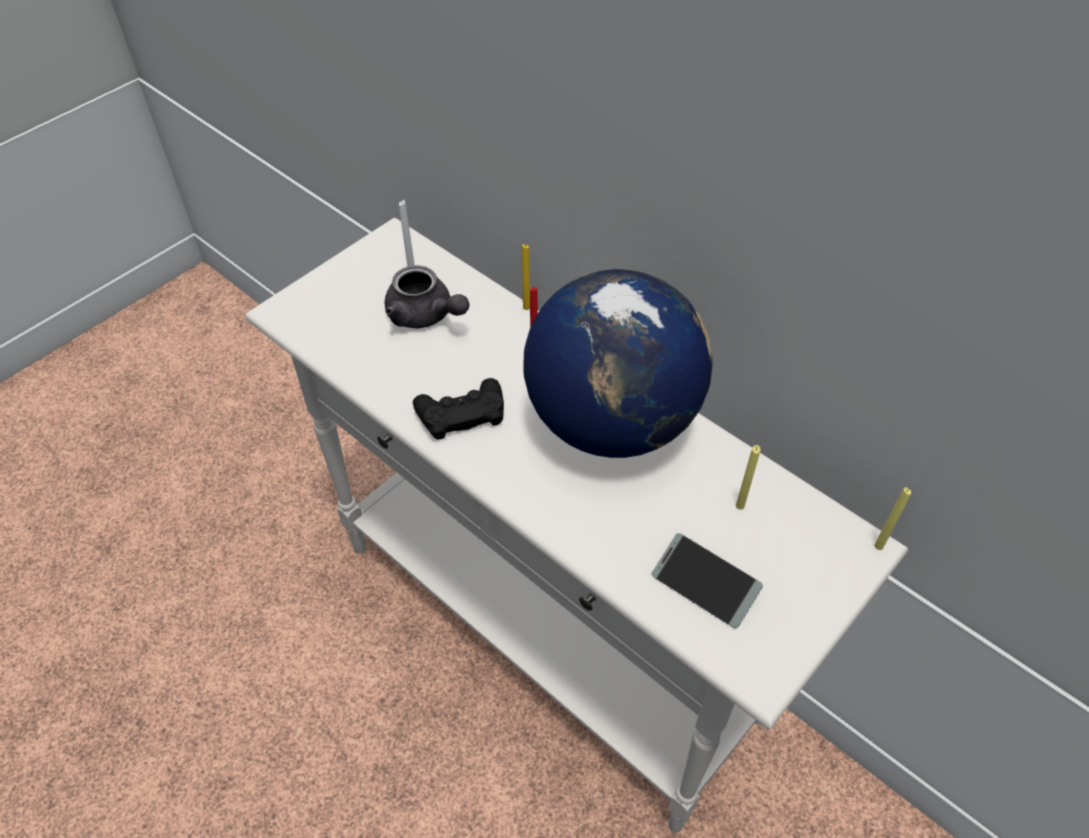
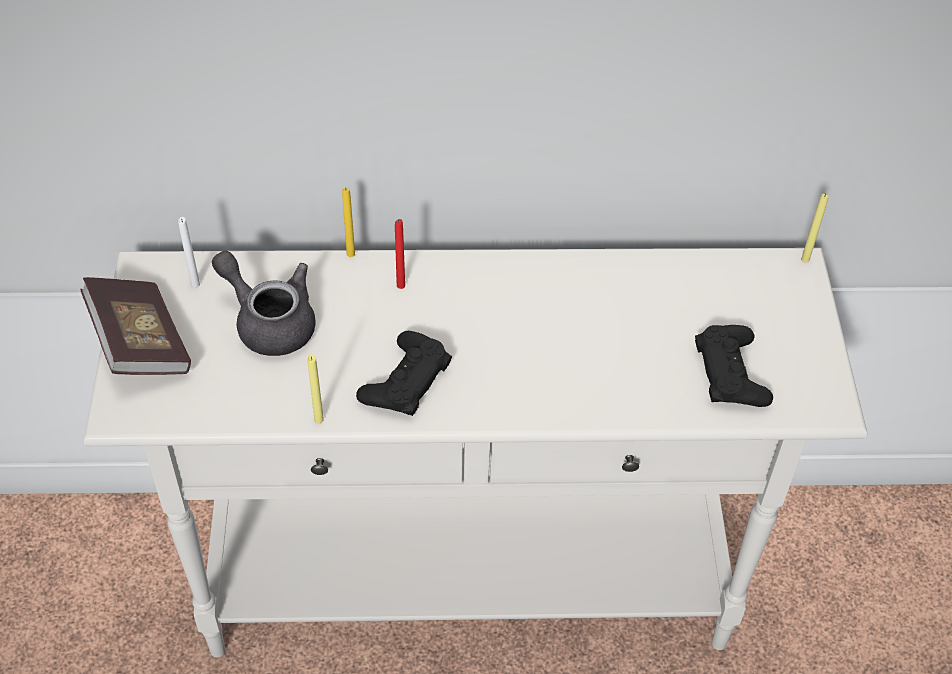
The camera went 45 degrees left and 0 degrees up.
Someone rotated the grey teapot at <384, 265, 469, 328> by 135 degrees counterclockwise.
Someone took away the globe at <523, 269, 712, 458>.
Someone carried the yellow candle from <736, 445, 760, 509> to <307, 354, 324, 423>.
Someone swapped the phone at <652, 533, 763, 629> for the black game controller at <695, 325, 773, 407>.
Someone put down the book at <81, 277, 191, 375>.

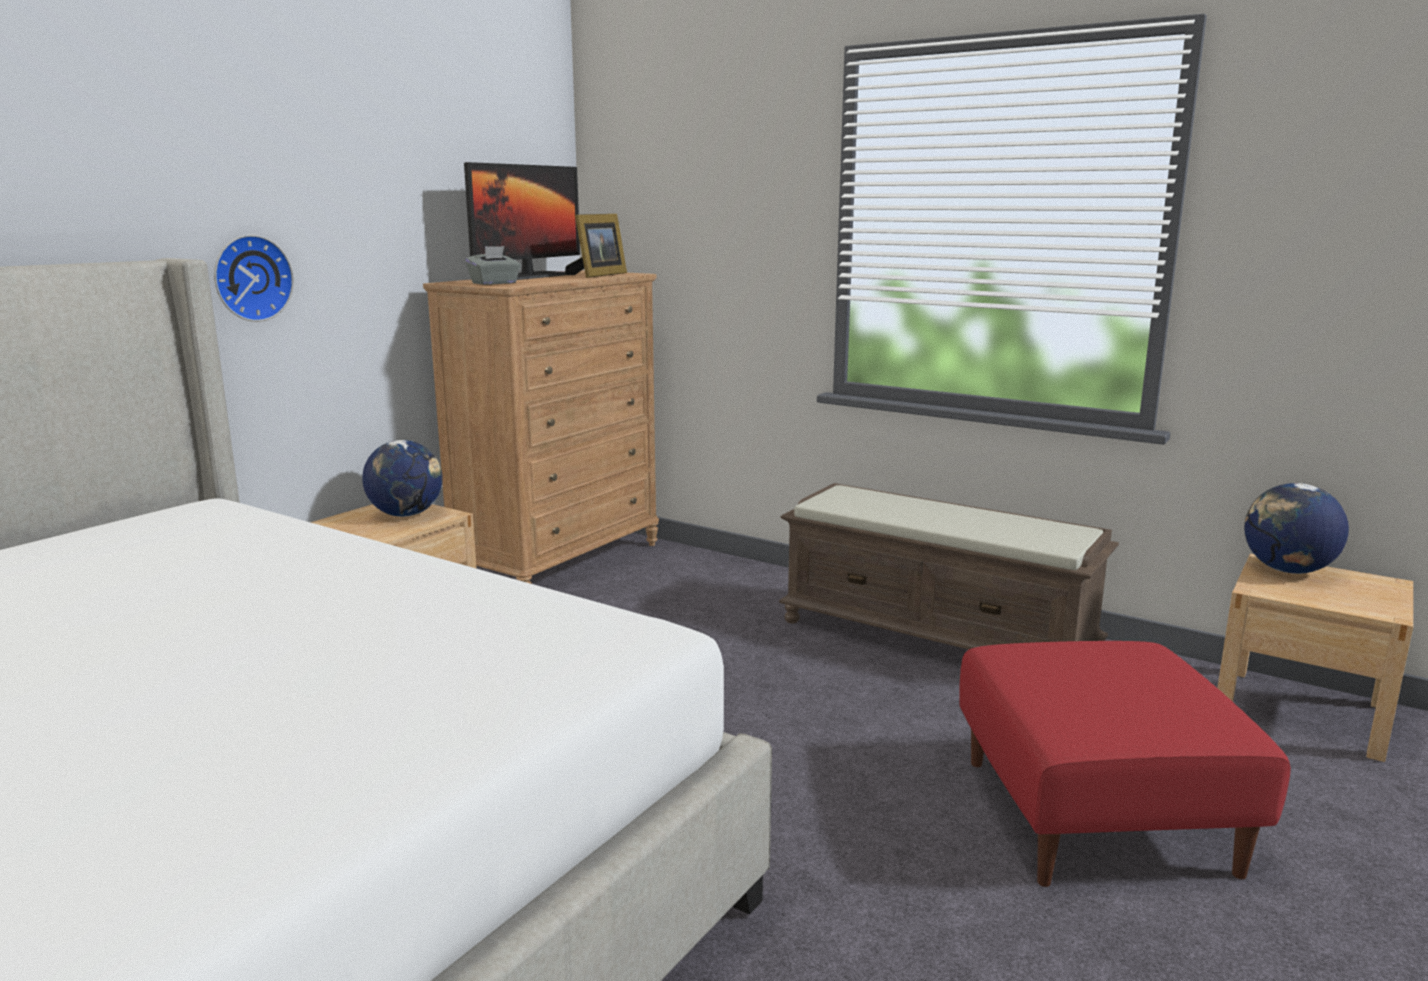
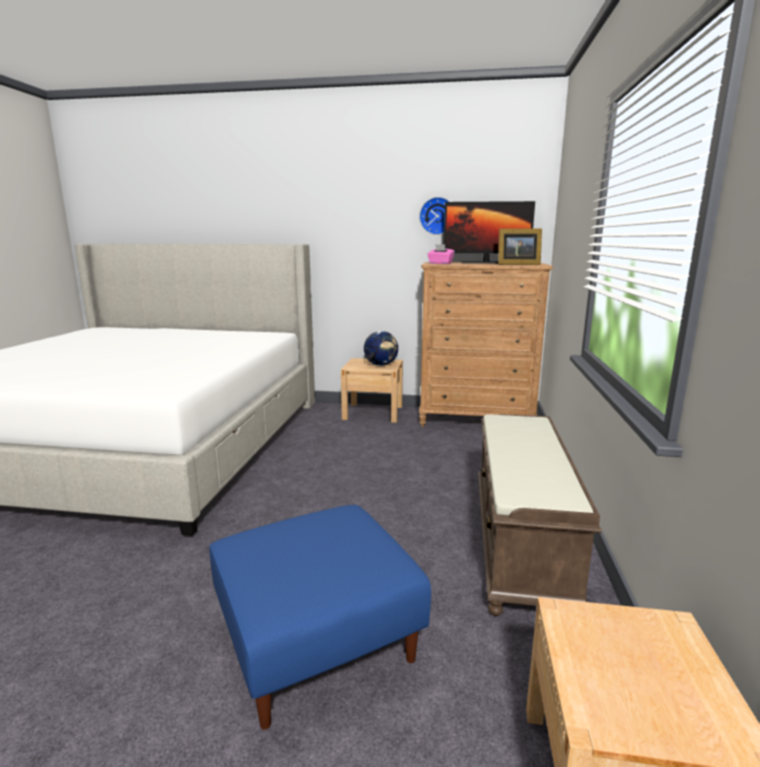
The camera went 65 degrees right and 0 degrees up.
Someone carried the wall clock from <214, 235, 294, 322> to <419, 197, 450, 235>.
Someone repainted the grey tissue box at <466, 246, 521, 285>, which became the pink tissue box at <427, 244, 454, 264>.
Someone took away the globe at <1244, 483, 1349, 574>.
Someone repainted the red ottoman at <959, 641, 1291, 887>, which became the blue ottoman at <209, 505, 431, 729>.

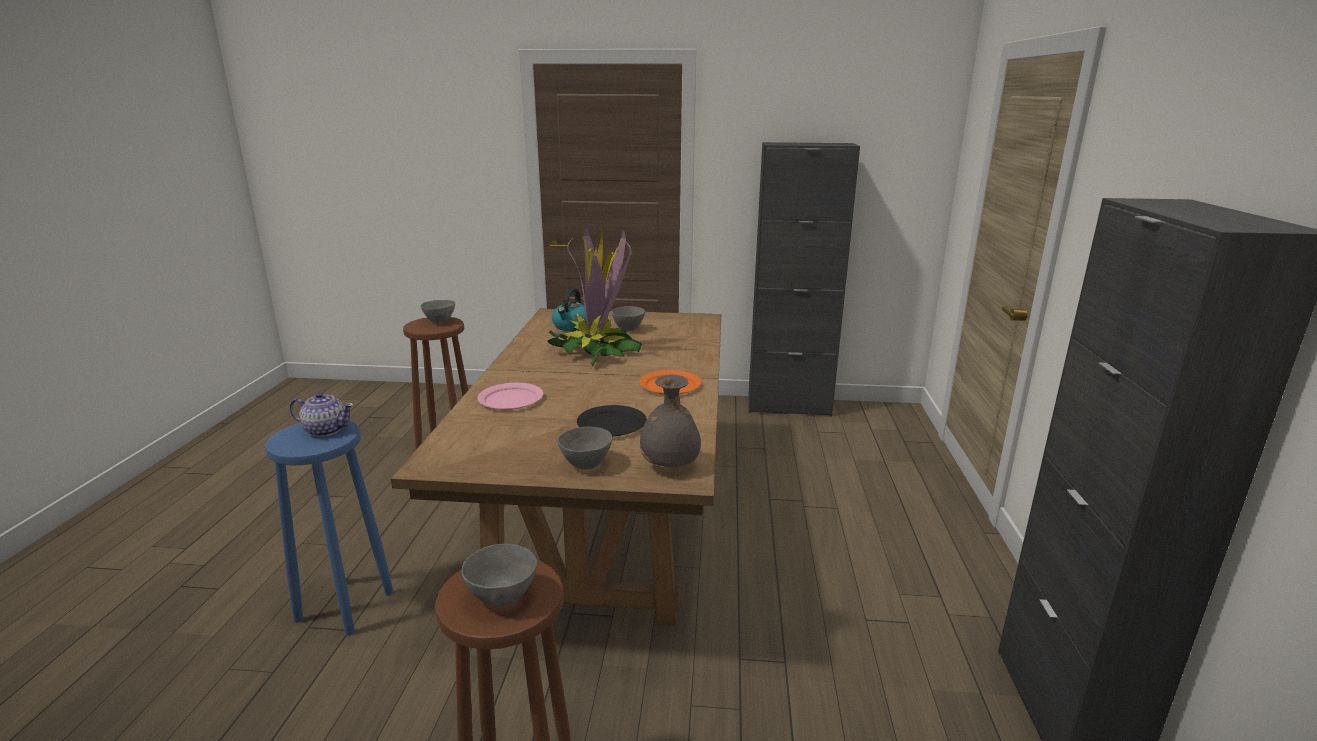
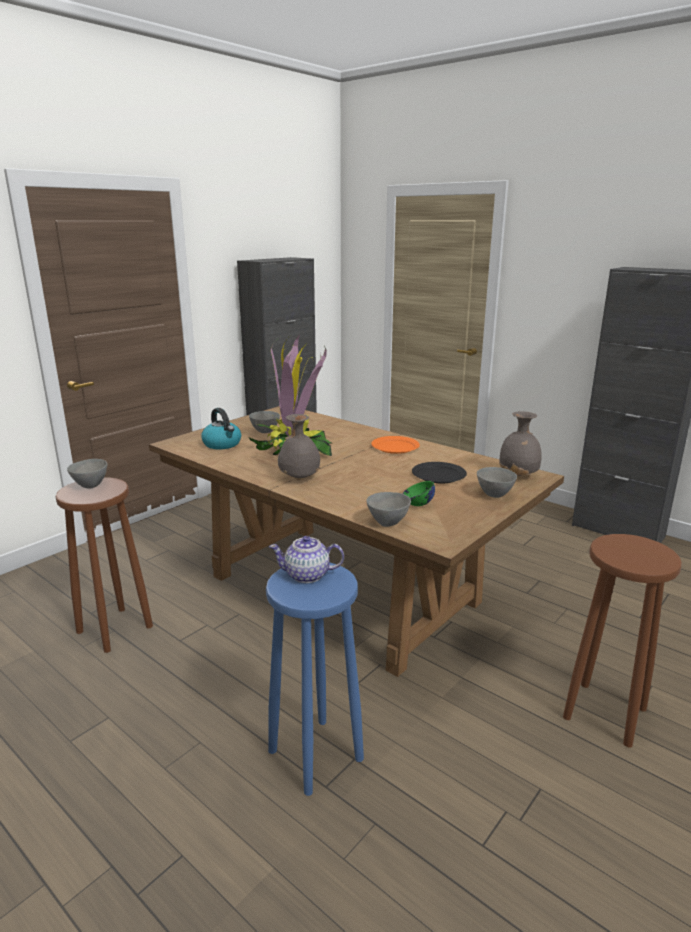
The camera went 55 degrees left and 0 degrees up.
Someone took away the pink plate at <477, 383, 543, 410>.
Someone rotated the teapot at <290, 392, 354, 437> by 135 degrees counterclockwise.
Someone carried the grey bowl from <461, 544, 537, 607> to <366, 492, 411, 527>.
Someone put down the grey vase at <278, 414, 320, 480>.
Someone put down the green bowl at <403, 481, 435, 506>.

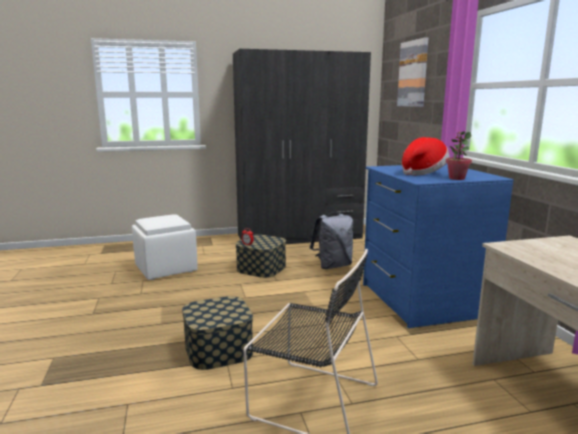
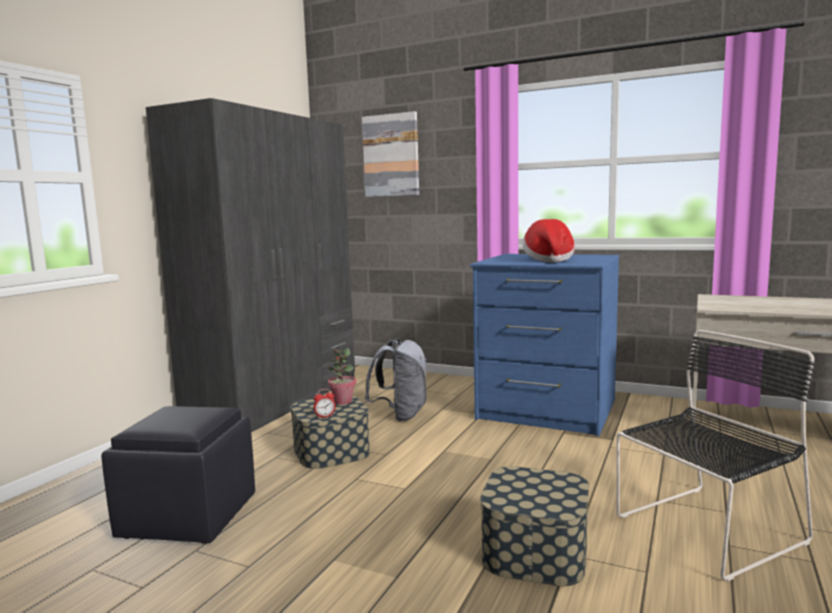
The camera went 50 degrees left and 5 degrees down.
Someone carried the potted plant from <446, 132, 472, 180> to <328, 348, 356, 405>.
Someone repainted the white ottoman at <132, 214, 198, 280>, which became the black ottoman at <101, 406, 255, 543>.

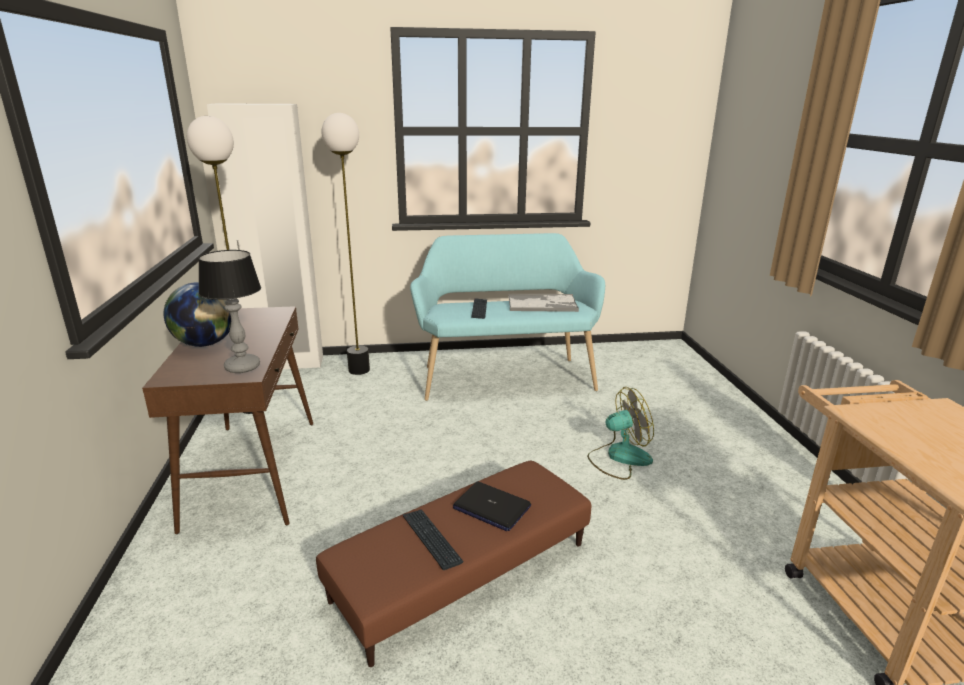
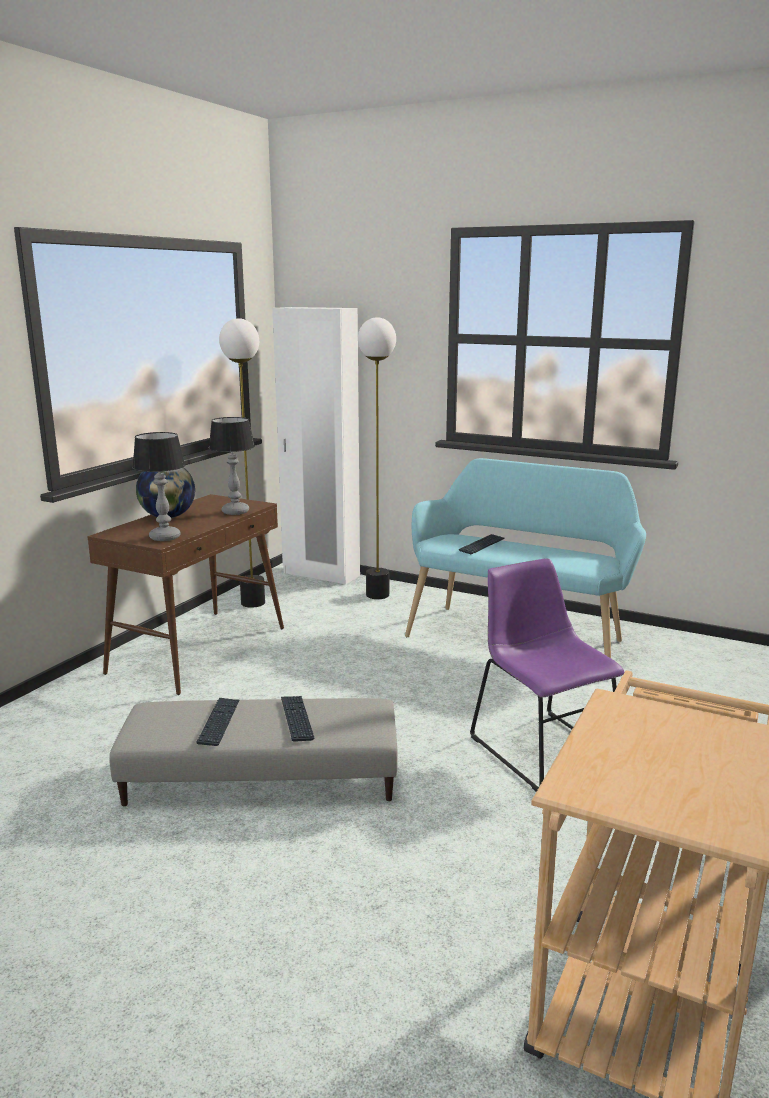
The camera went 35 degrees right and 5 degrees down.
Someone took away the tray at <508, 294, 579, 312>.
Someone swapped the fan at <587, 387, 654, 480> for the purple chair at <470, 558, 624, 792>.
Someone repainted the brown ottoman at <316, 461, 591, 667>, which became the grey ottoman at <109, 698, 398, 806>.
Someone swapped the laptop at <453, 482, 531, 531> for the keyboard at <281, 696, 314, 742>.
Someone put down the table lamp at <209, 417, 255, 515>.

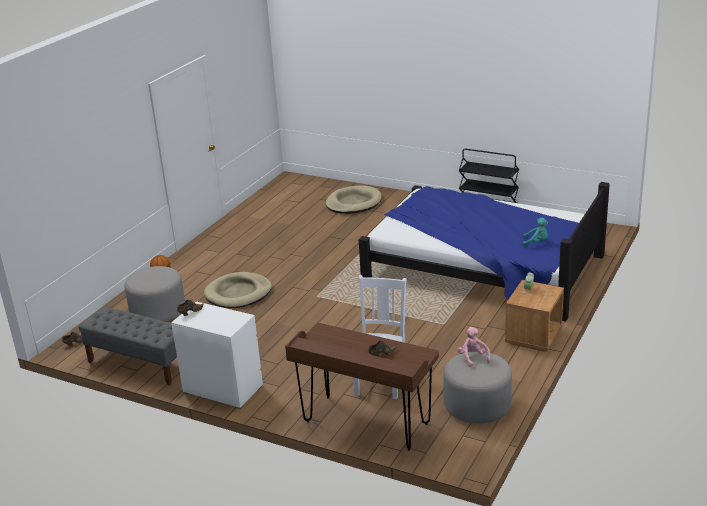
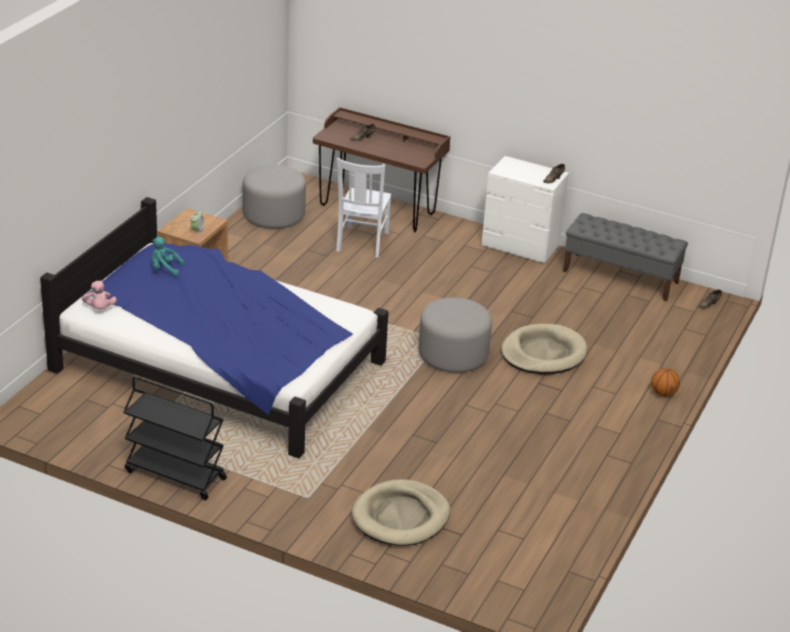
The camera went 175 degrees right and 5 degrees up.
Someone carried the grey ottoman from <124, 266, 185, 322> to <418, 297, 492, 373>.
Someone carried the pink plush toy from <457, 327, 491, 367> to <82, 281, 117, 310>.

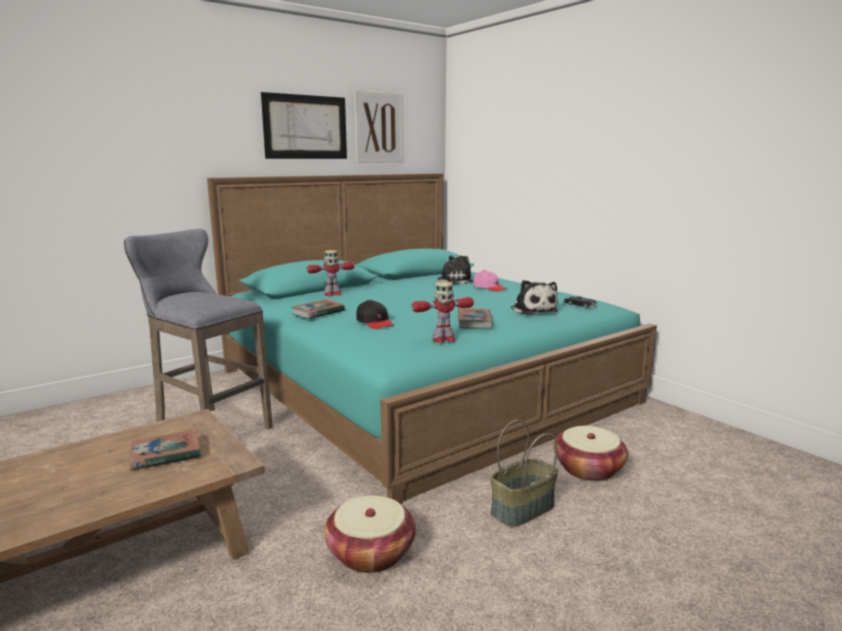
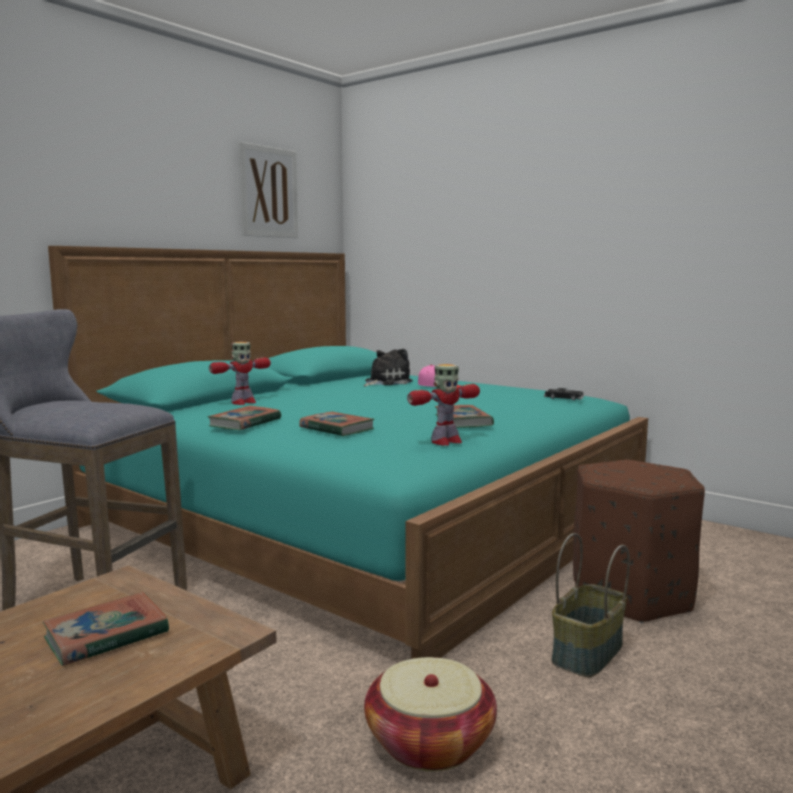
The camera went 15 degrees left and 5 degrees down.
Someone took away the picture at <261, 92, 347, 159>.
Someone took away the plush toy at <511, 280, 558, 315>.
Someone swapped the black cap at <356, 300, 394, 329> for the book at <299, 412, 375, 436>.
Someone swapped the basket at <554, 426, 628, 481> for the brown ottoman at <573, 460, 705, 623>.

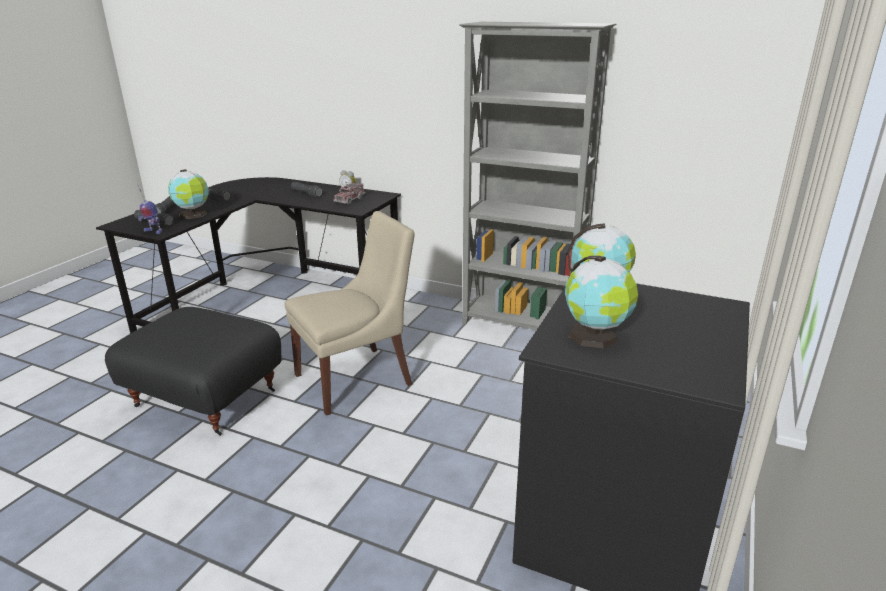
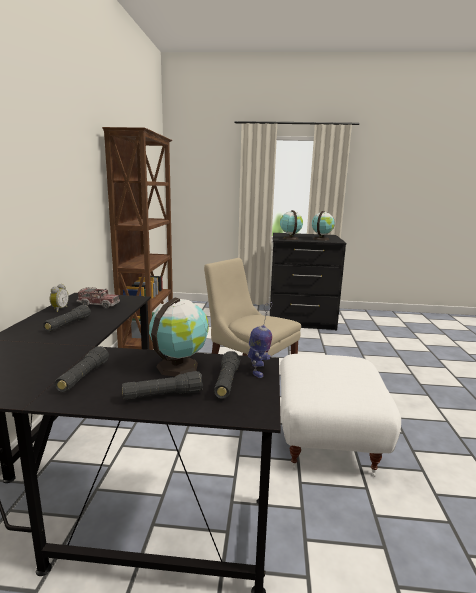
The camera went 110 degrees left and 10 degrees down.
Someone repainted the grey bookcase at <459, 22, 616, 330>, which became the brown bookcase at <102, 127, 173, 350>.
Someone repainted the black ottoman at <105, 307, 281, 436>, which became the white ottoman at <280, 354, 401, 477>.

